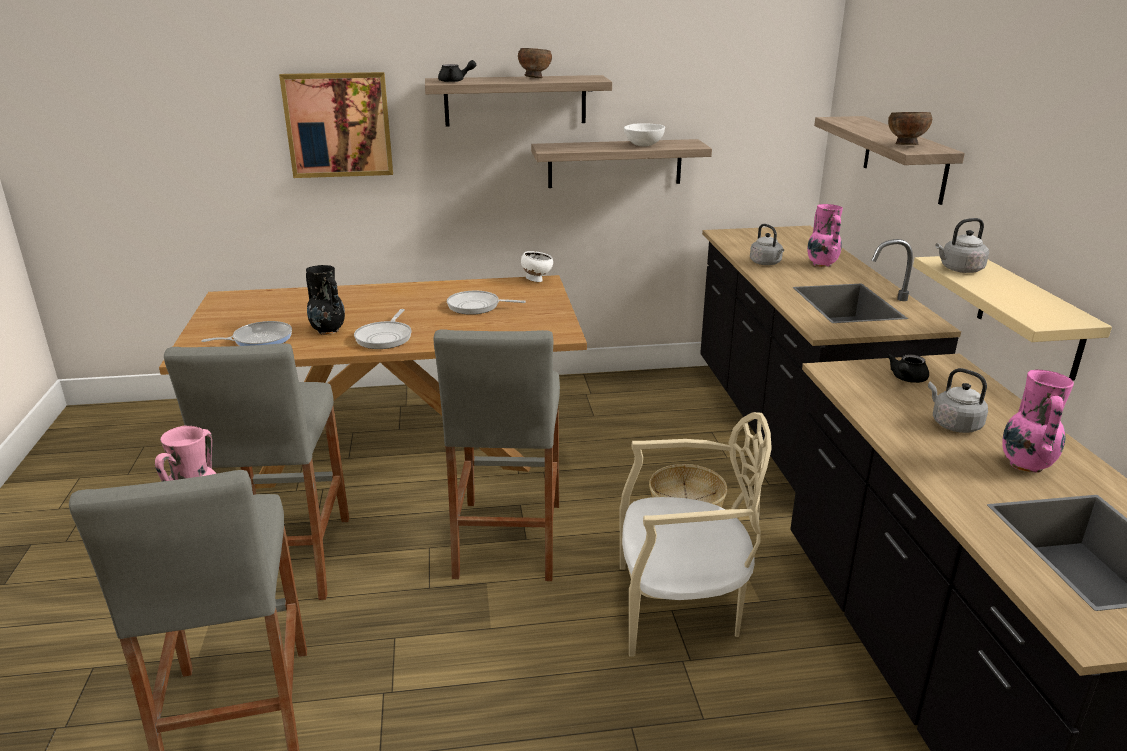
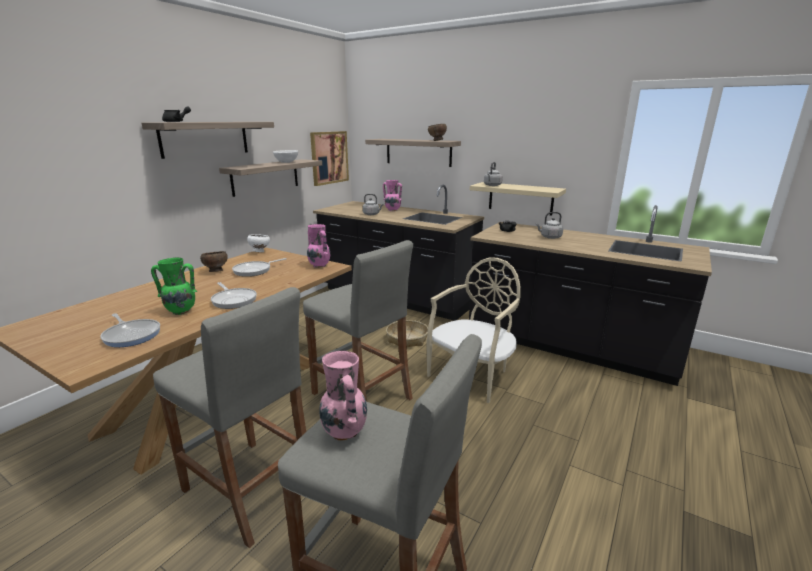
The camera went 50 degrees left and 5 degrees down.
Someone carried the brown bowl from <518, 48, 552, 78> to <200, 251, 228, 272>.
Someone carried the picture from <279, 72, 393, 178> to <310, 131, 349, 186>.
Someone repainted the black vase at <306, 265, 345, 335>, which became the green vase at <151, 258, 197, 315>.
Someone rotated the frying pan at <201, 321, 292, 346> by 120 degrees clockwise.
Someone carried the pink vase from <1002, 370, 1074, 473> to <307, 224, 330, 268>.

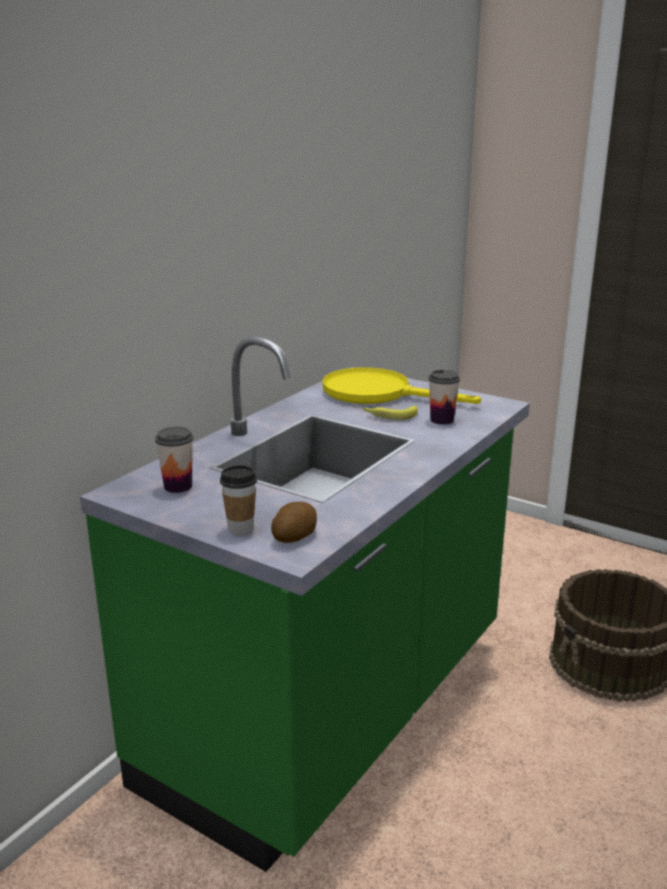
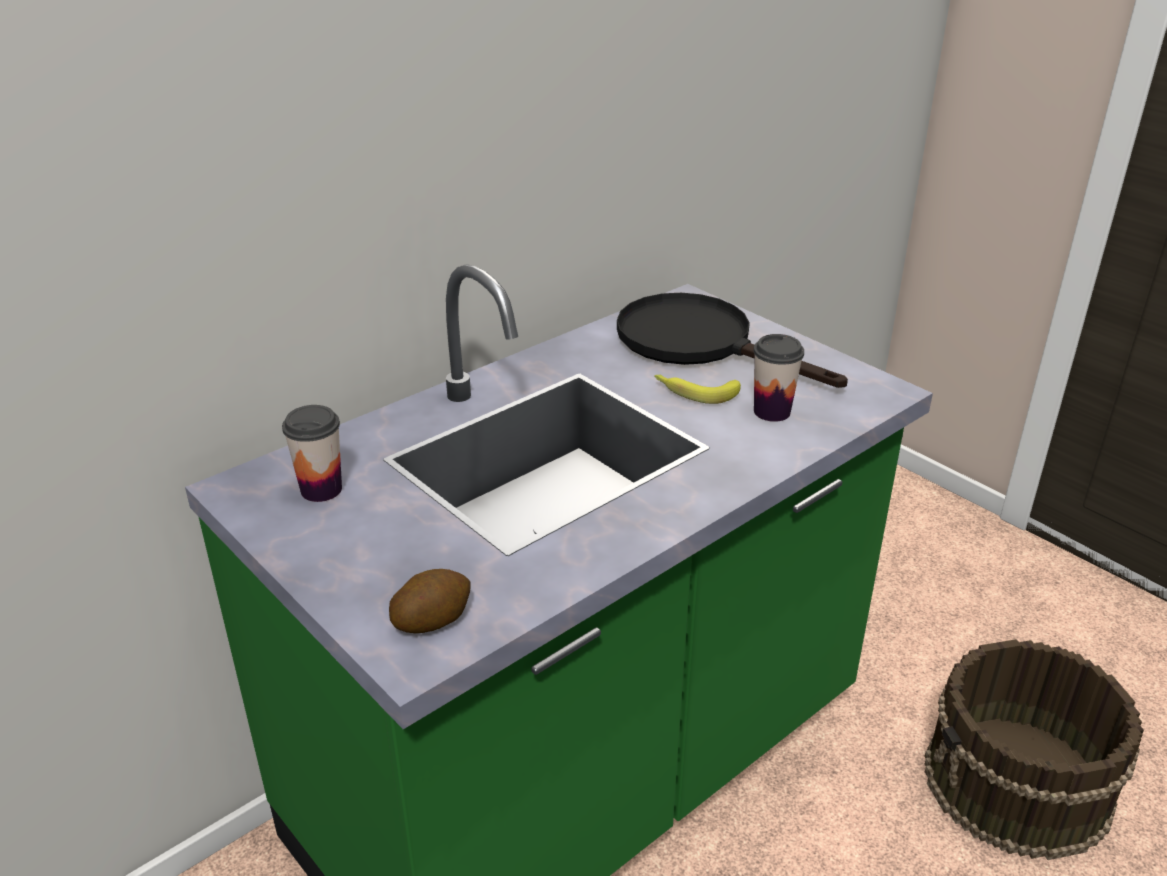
The camera went 15 degrees right and 10 degrees up.
Someone repainted the yellow frying pan at <323, 367, 481, 404>, which became the black frying pan at <617, 293, 848, 388>.
Someone took away the cup at <220, 465, 257, 535>.

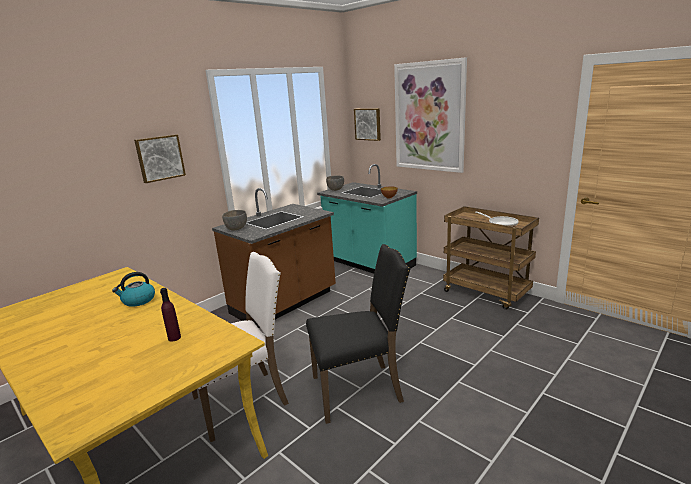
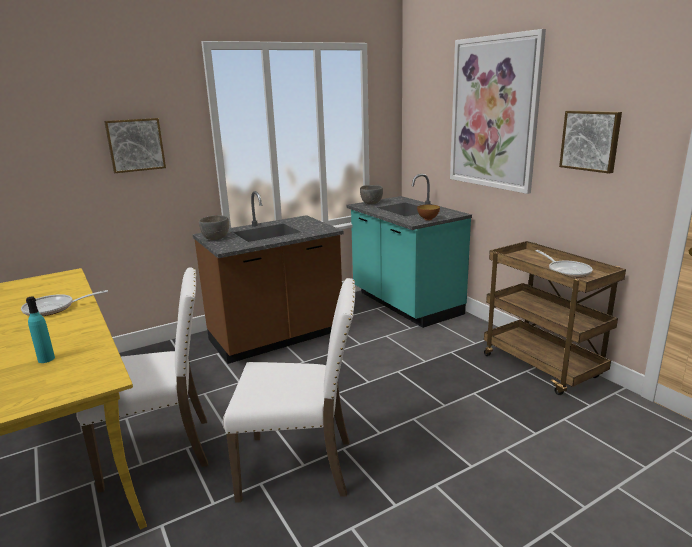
The camera went 15 degrees right and 0 degrees up.
Someone carried the picture from <354, 108, 381, 141> to <559, 111, 622, 174>.
Someone repainted the black chair at <306, 244, 411, 424>, which became the white chair at <223, 278, 356, 502>.
Someone swapped the kettle at <112, 272, 155, 307> for the frying pan at <21, 290, 108, 316>.
Someone repainted the purple bottle at <160, 288, 181, 342>, which became the turquoise bottle at <26, 296, 55, 363>.

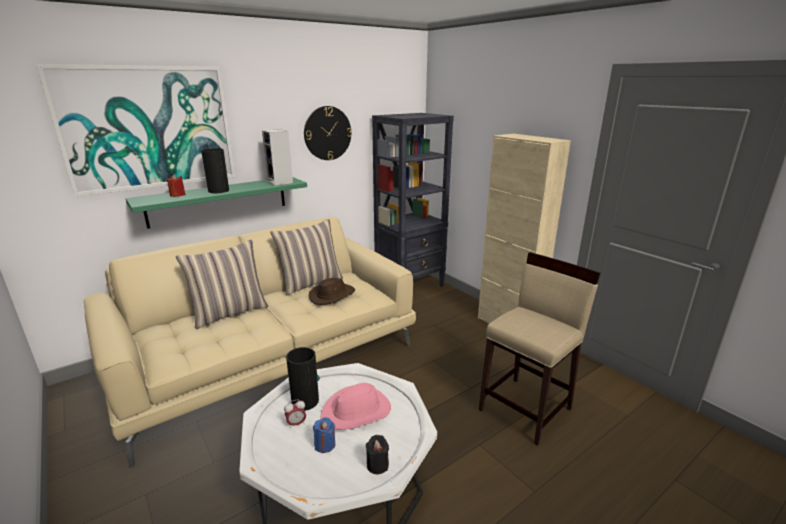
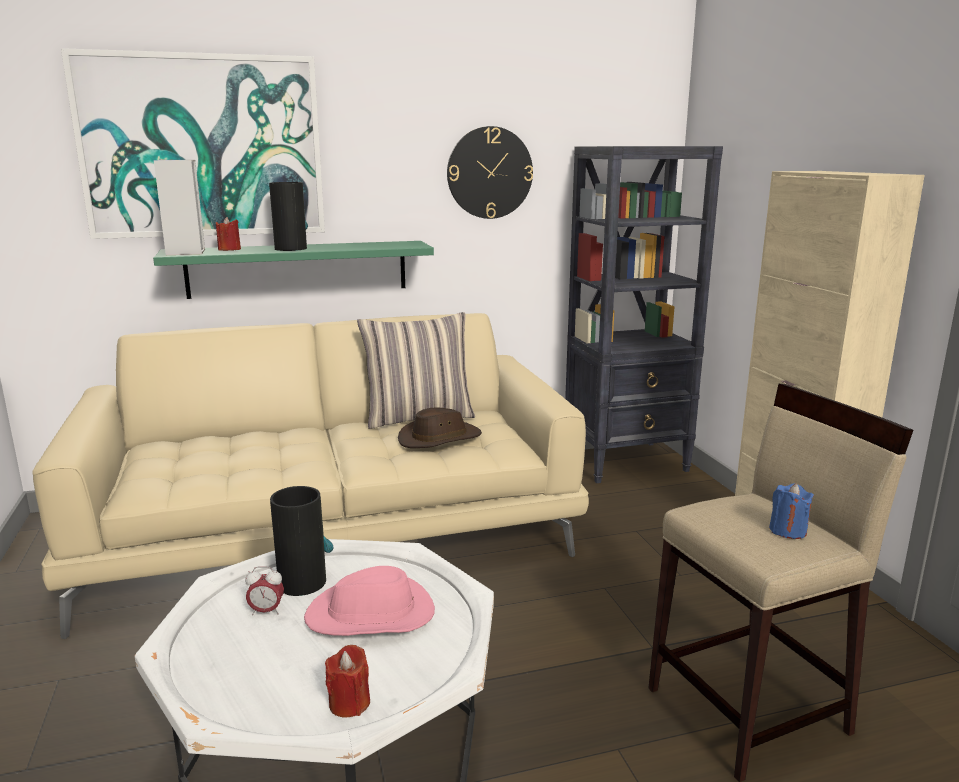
The camera went 20 degrees right and 5 degrees down.
Someone carried the speaker from <262, 129, 293, 186> to <154, 160, 205, 255>.
Someone took away the pillow at <176, 240, 268, 329>.
Someone carried the blue candle from <313, 417, 335, 453> to <769, 483, 814, 539>.
Someone repainted the black candle at <366, 435, 389, 474>, which became the red candle at <325, 645, 370, 717>.

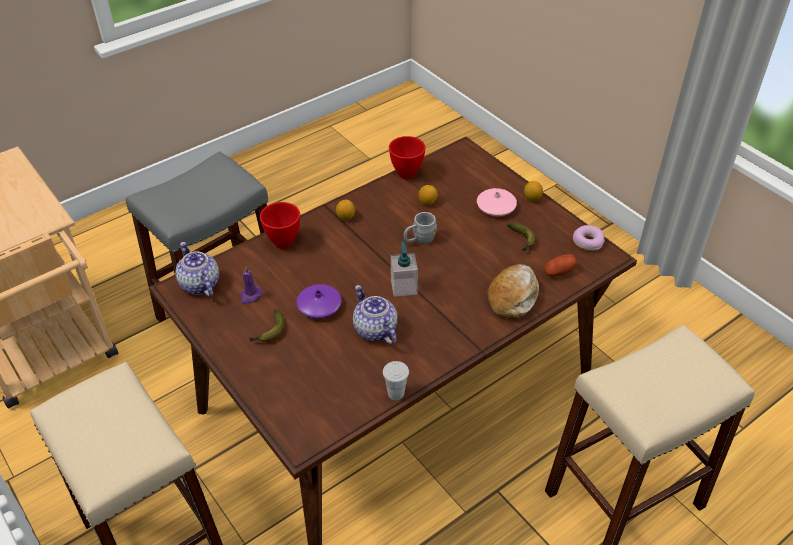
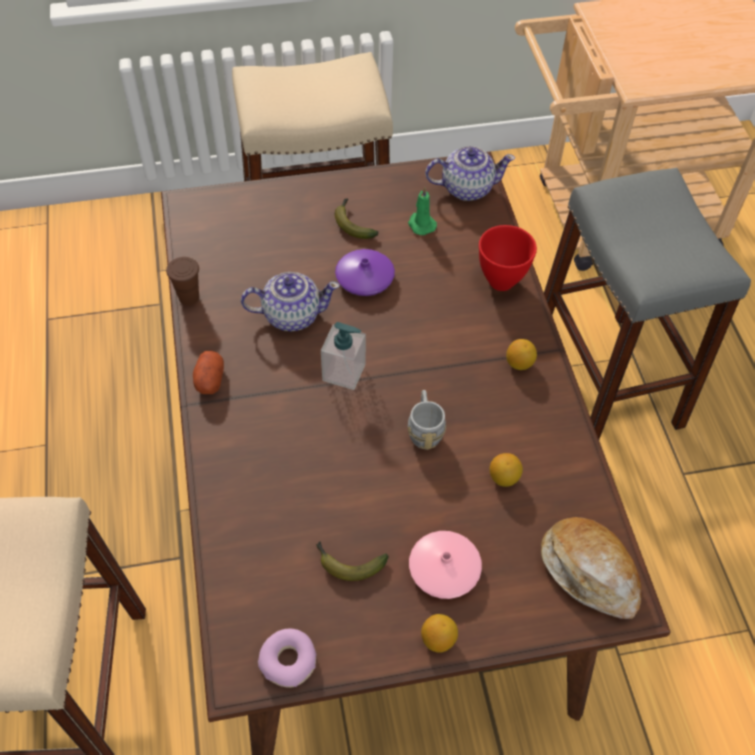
The camera went 115 degrees right and 10 degrees up.
Someone took away the red bowl at <389, 136, 426, 179>.
Someone carried the potato from <544, 254, 577, 277> to <193, 351, 224, 394>.
Someone carried the bread from <487, 264, 539, 319> to <541, 517, 641, 619>.
Someone repainted the purple candle at <240, 267, 263, 304>, which became the green candle at <408, 187, 437, 235>.
Someone repainted the white cup at <383, 361, 409, 400>, which became the brown cup at <166, 257, 199, 306>.

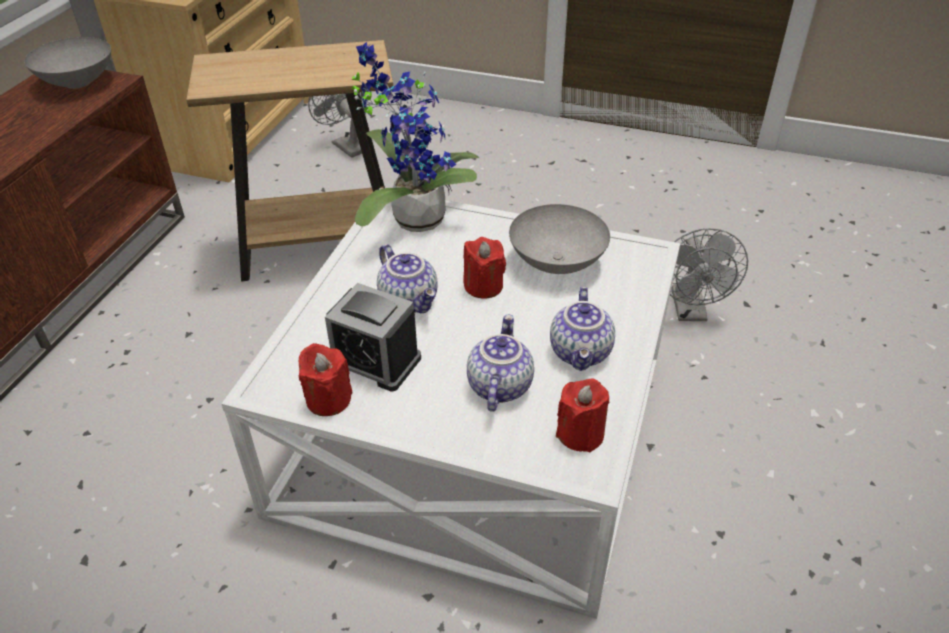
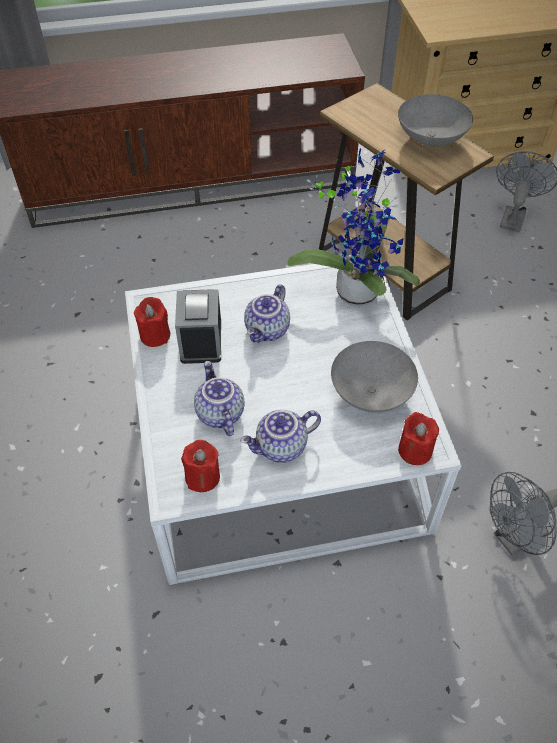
The camera went 60 degrees right and 10 degrees up.
Someone carried the grey bowl from <24, 37, 111, 89> to <398, 94, 473, 147>.
Someone carried the red candle from <463, 237, 506, 298> to <398, 412, 439, 465>.
Someone rotated the teapot at <467, 315, 534, 412> by 90 degrees counterclockwise.

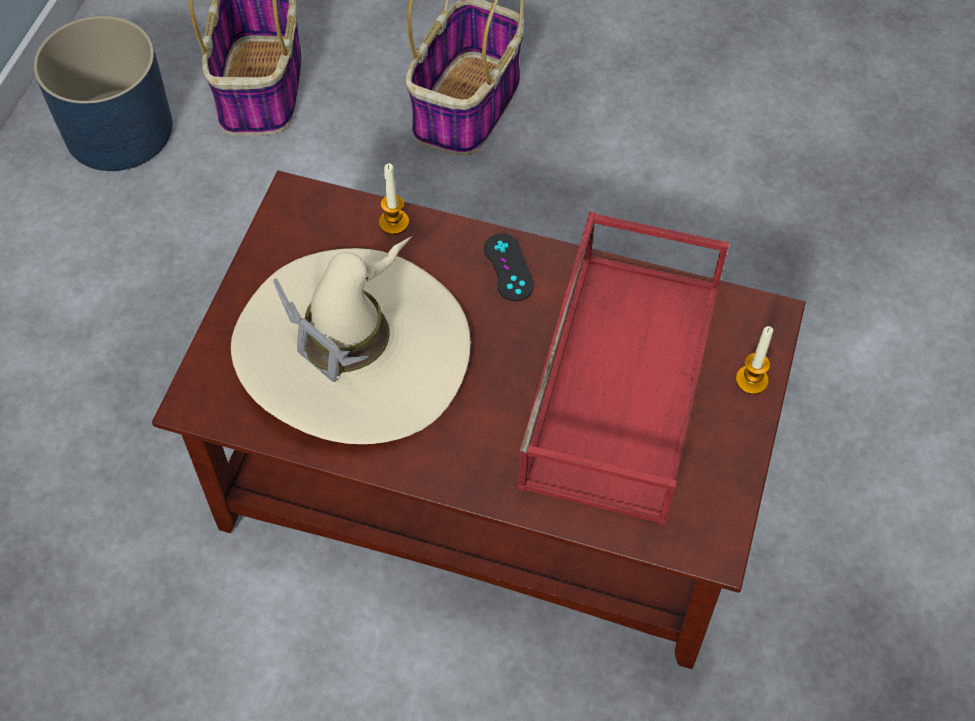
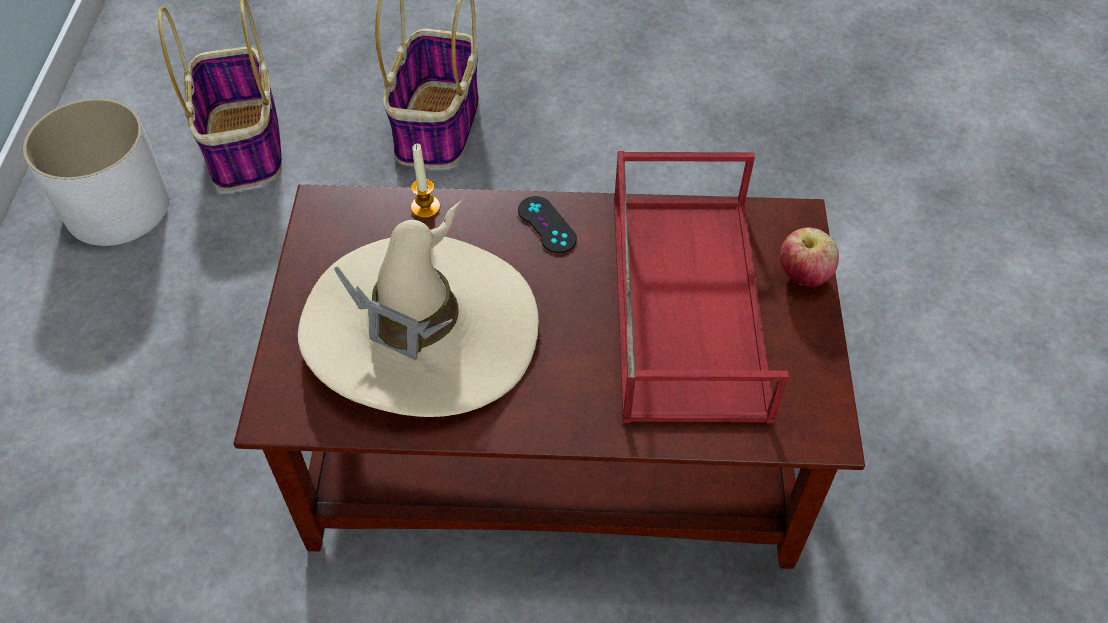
The camera went 15 degrees left and 5 degrees down.
Someone repainted the blue planter at <34, 16, 172, 171>, which became the white planter at <23, 98, 169, 246>.
Someone swapped the candle at <735, 326, 773, 395> for the apple at <780, 228, 839, 288>.

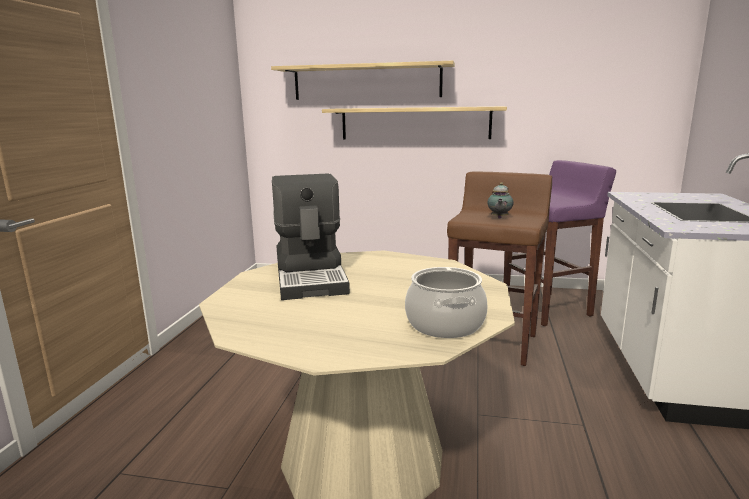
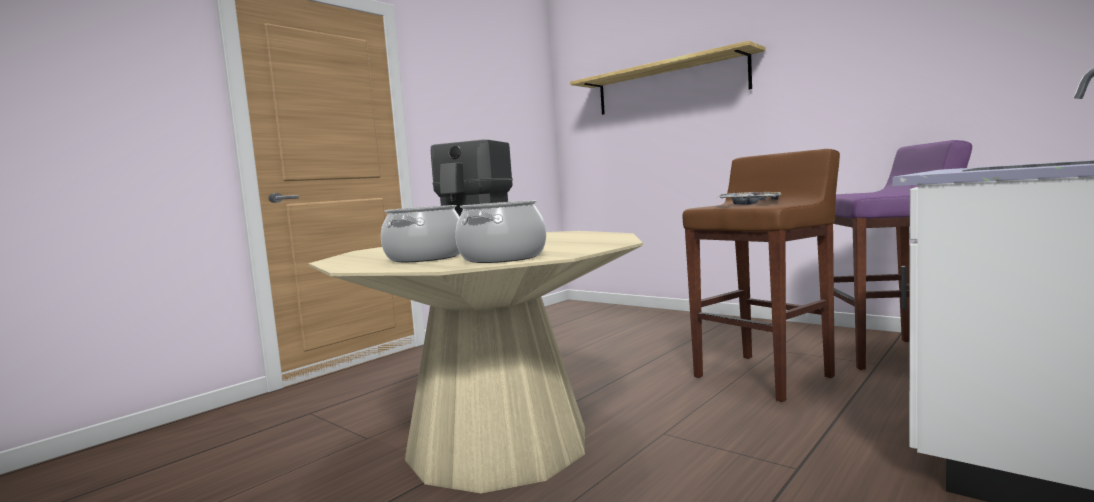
The camera went 30 degrees right and 10 degrees down.
Someone took away the shelf at <322, 106, 507, 140>.
Someone swapped the teapot at <487, 183, 514, 219> for the tray at <717, 192, 782, 205>.
Someone put down the cooking pot at <381, 205, 460, 262>.

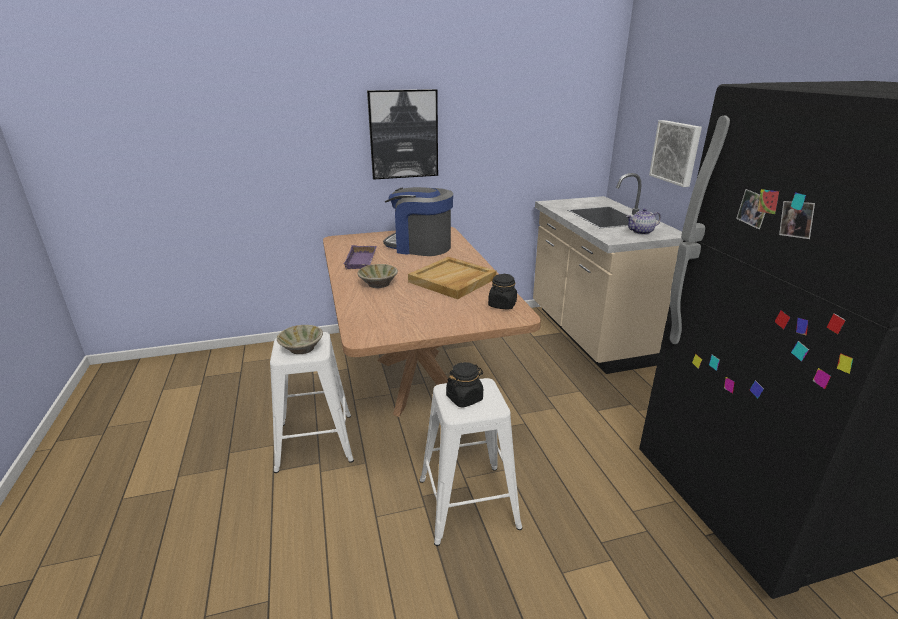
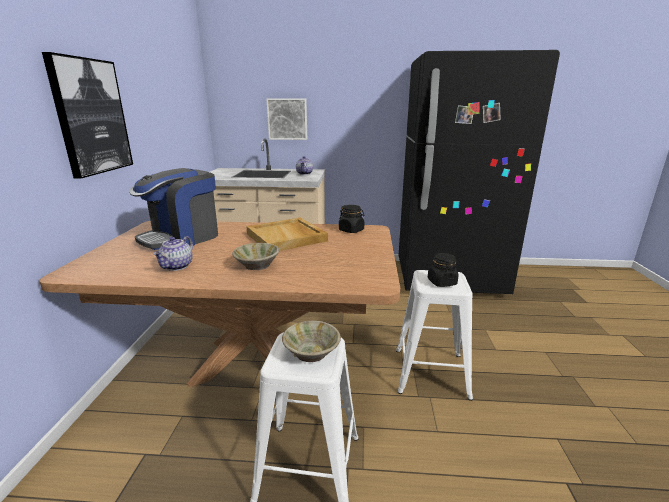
The camera went 70 degrees left and 5 degrees down.
Someone swapped the purple tray at <343, 245, 377, 269> for the teapot at <153, 236, 193, 271>.

